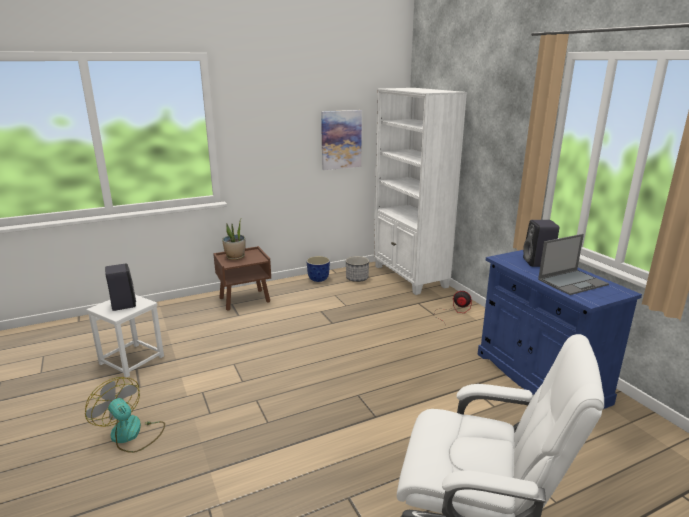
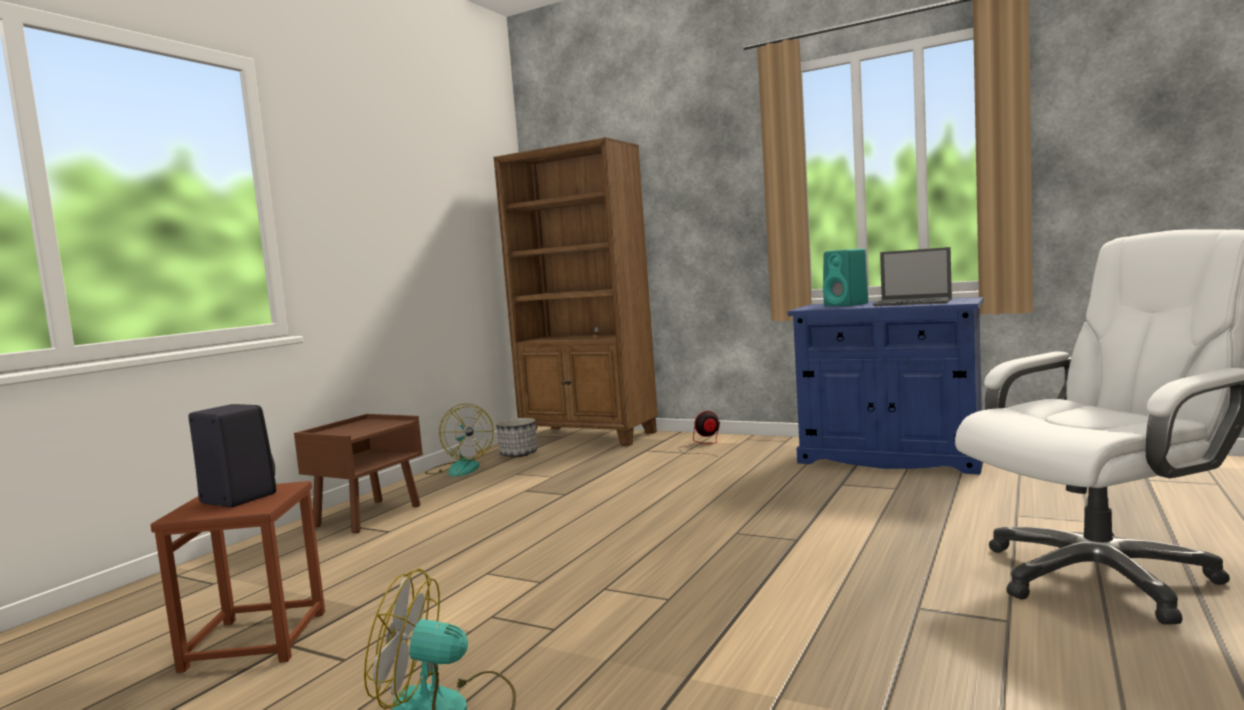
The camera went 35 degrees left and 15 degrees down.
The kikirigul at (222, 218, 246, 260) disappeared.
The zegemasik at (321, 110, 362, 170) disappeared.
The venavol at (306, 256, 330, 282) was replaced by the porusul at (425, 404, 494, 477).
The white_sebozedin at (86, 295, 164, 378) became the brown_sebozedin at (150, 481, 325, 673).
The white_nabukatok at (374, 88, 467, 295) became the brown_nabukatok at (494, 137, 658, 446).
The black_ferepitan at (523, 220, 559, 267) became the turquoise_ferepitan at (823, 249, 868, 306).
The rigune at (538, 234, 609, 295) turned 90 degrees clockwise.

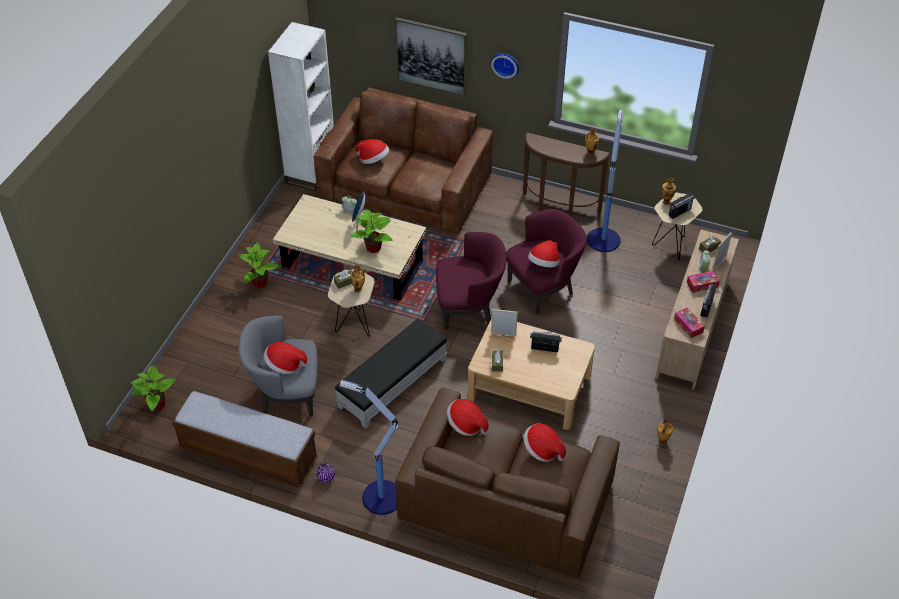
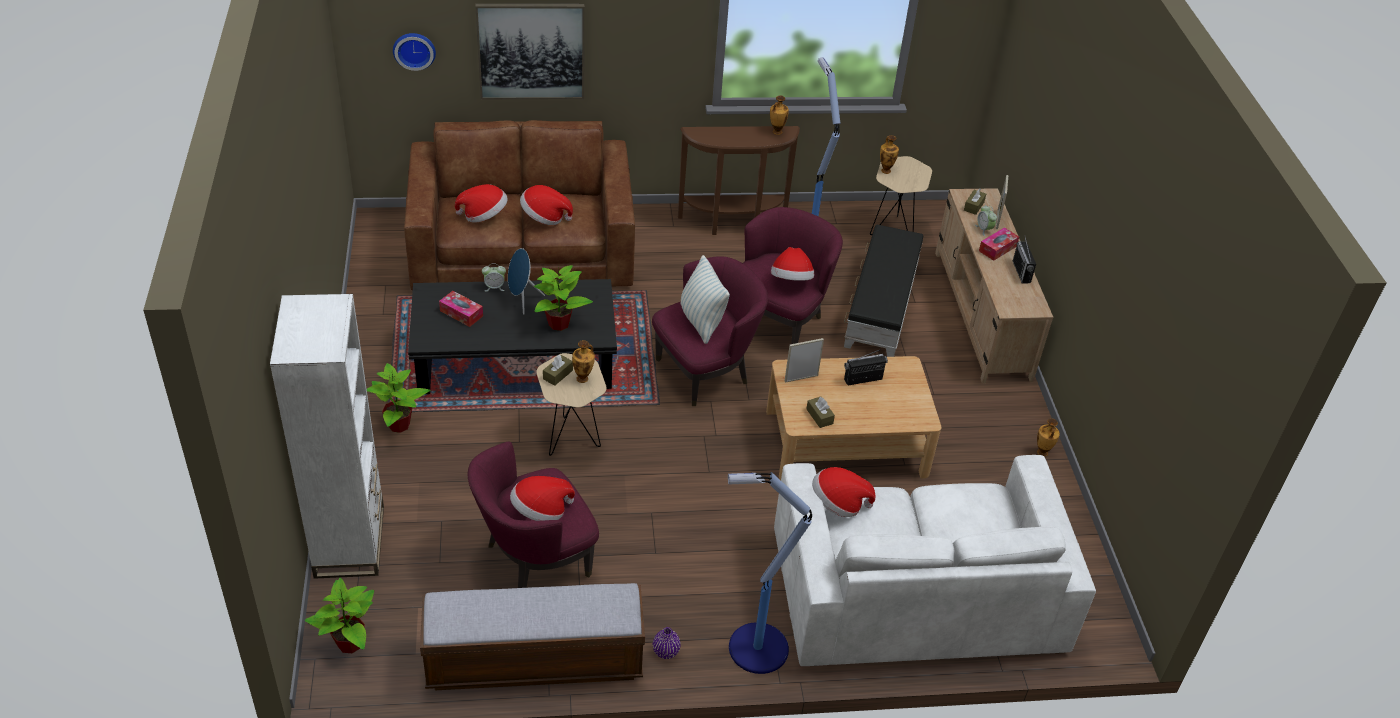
The camera went 30 degrees left and 5 degrees down.
The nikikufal at (669, 193, 695, 219) disappeared.
The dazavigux at (680, 255, 730, 344) appeared.
The white_nabukatok moved from (268, 22, 334, 192) to (270, 294, 384, 579).
The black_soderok moved from (335, 319, 447, 429) to (844, 224, 923, 357).
The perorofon moved from (491, 53, 519, 79) to (393, 33, 436, 71).
The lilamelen moved from (524, 424, 566, 462) to (520, 185, 573, 225).
The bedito moved from (674, 307, 705, 338) to (439, 291, 483, 327).
The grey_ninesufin at (239, 316, 318, 416) became the purple_ninesufin at (468, 442, 599, 588).
The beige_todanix at (273, 194, 426, 301) became the black_todanix at (408, 279, 617, 394).
The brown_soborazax at (395, 388, 620, 578) became the white_soborazax at (774, 455, 1096, 666).

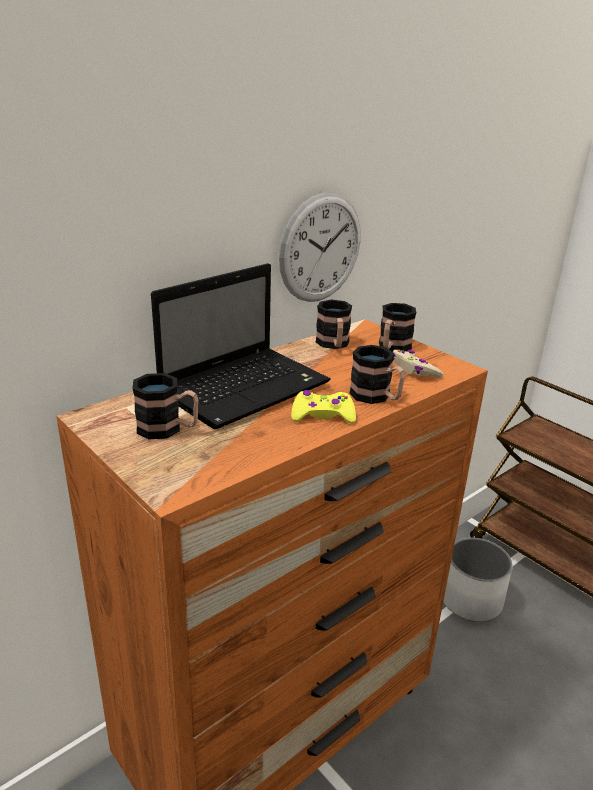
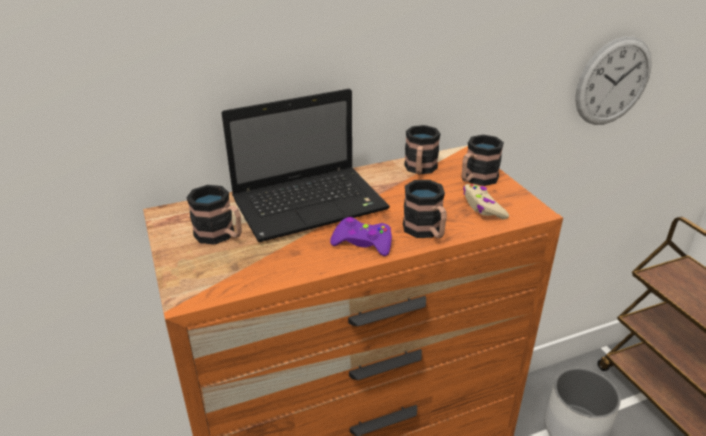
The camera went 20 degrees right and 5 degrees up.
The perorofon moved from (279, 193, 361, 302) to (575, 36, 652, 125).
The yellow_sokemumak at (291, 390, 356, 424) became the purple_sokemumak at (330, 217, 392, 256).

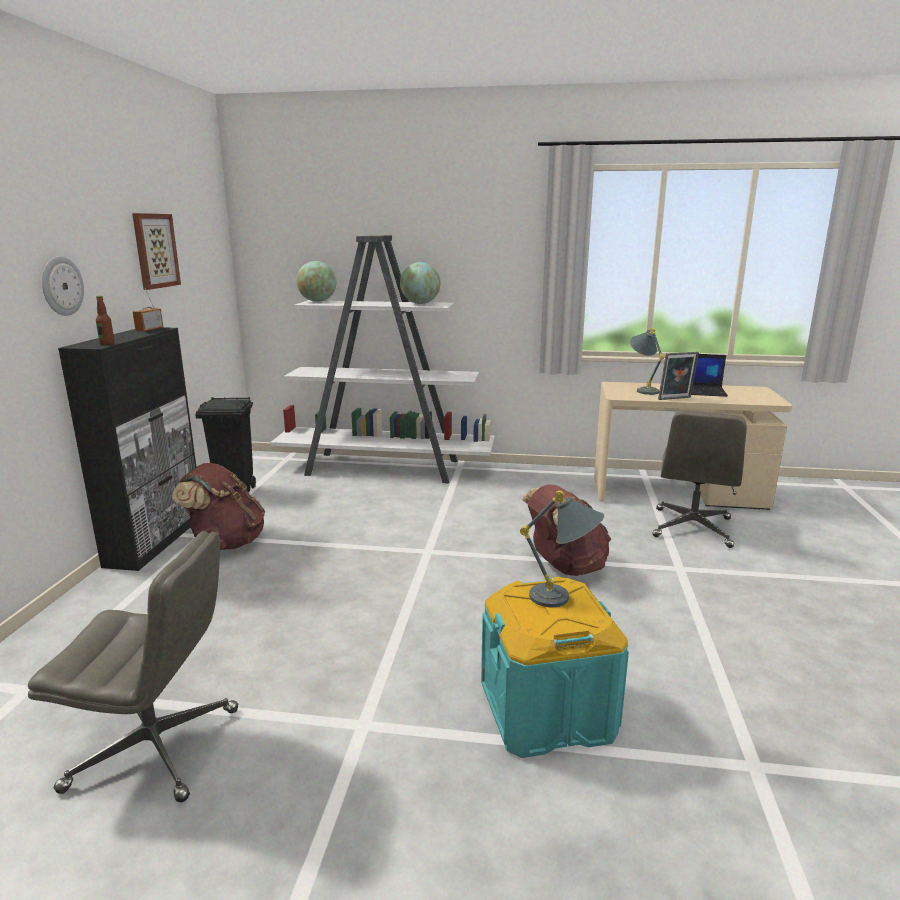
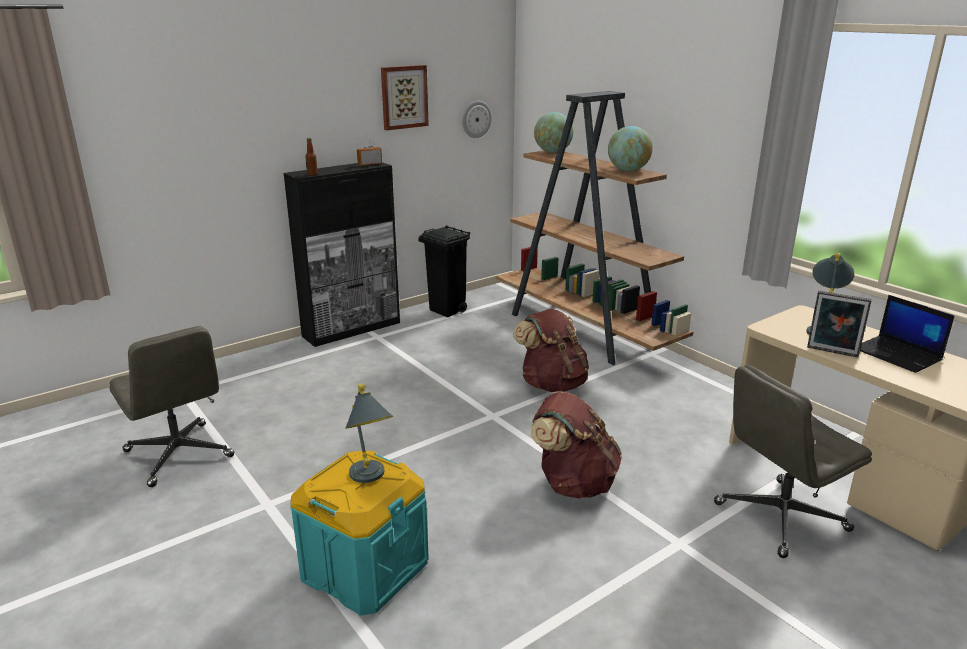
The camera went 45 degrees right and 5 degrees up.
The perorofon moved from (42, 256, 84, 316) to (462, 101, 492, 138).
The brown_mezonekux moved from (172, 463, 265, 550) to (513, 309, 589, 392).
The white_nabukatok at (270, 235, 495, 484) became the brown_nabukatok at (496, 91, 693, 365).

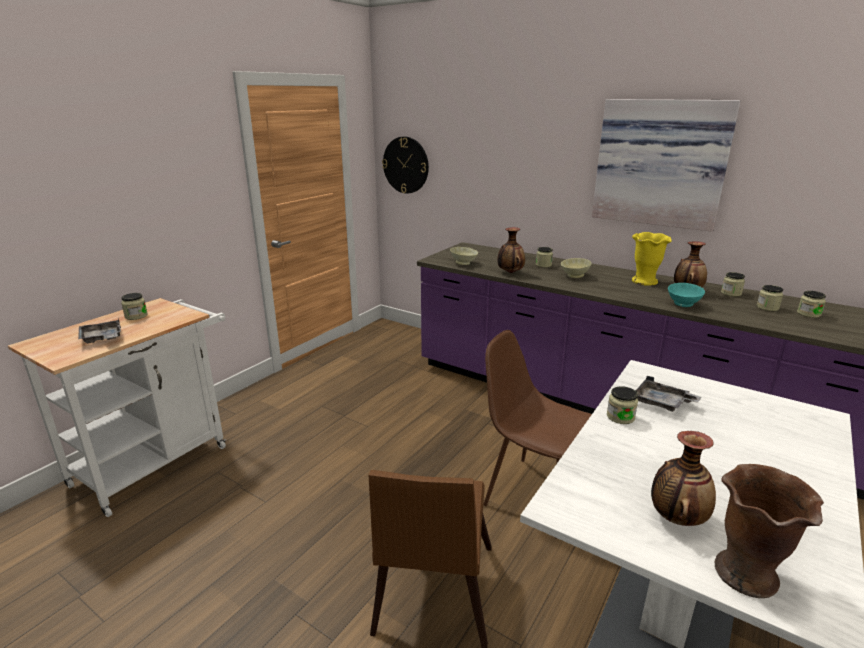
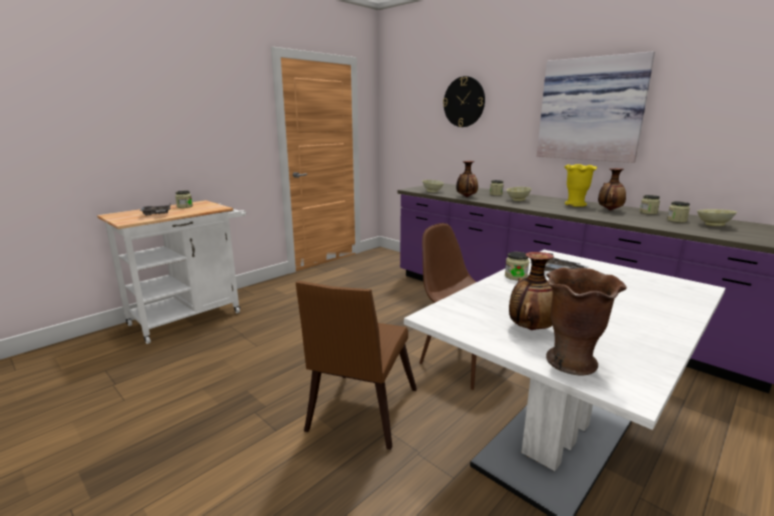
The camera went 10 degrees right and 5 degrees down.
The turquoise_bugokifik at (668, 283, 705, 307) disappeared.
The perorofon moved from (382, 137, 429, 194) to (443, 76, 485, 127).
The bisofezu at (797, 291, 826, 318) was replaced by the beige_bugokifik at (697, 209, 737, 226).

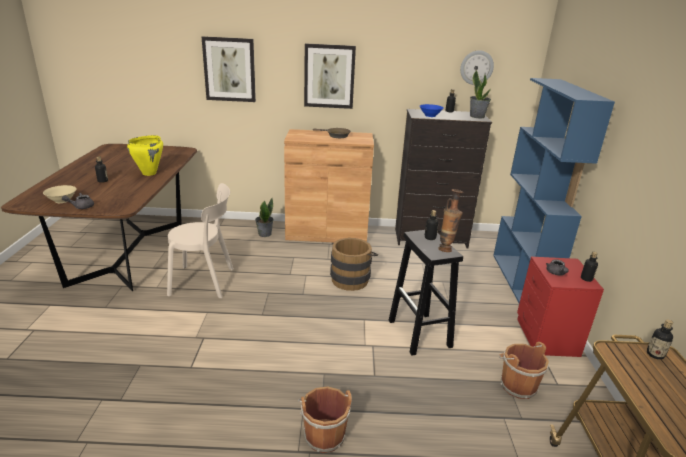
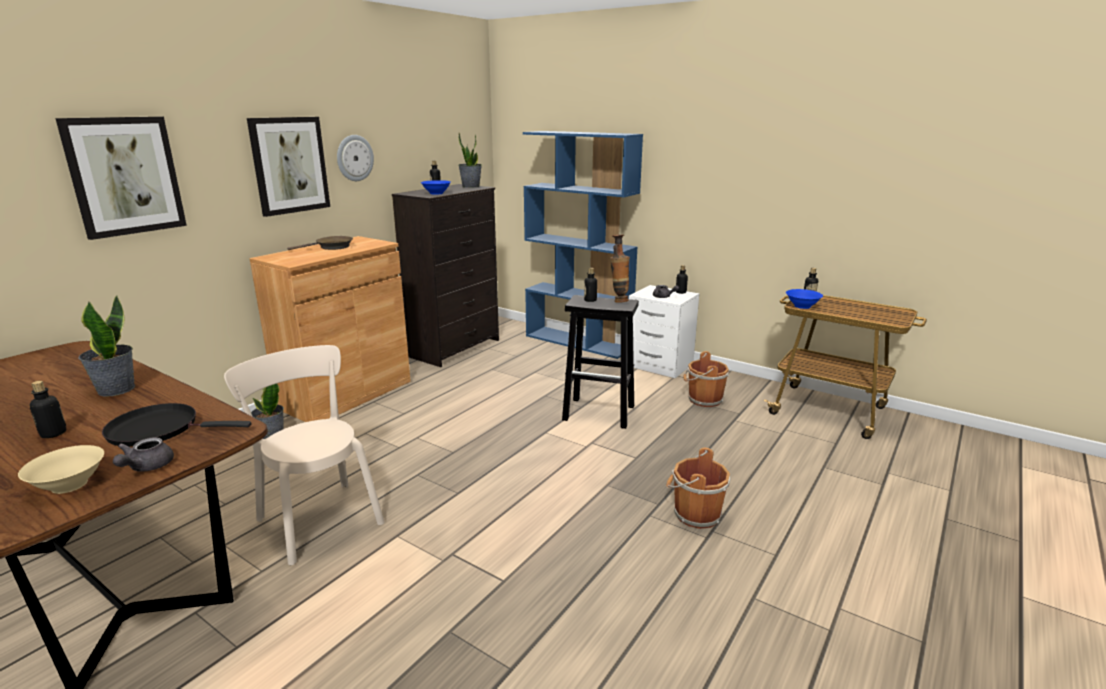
The camera went 55 degrees left and 5 degrees down.
The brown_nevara at (330, 238, 378, 291) disappeared.
The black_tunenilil at (102, 403, 252, 447) appeared.
The blue_bugokifik at (786, 289, 823, 309) appeared.
The perorofon moved from (460, 50, 494, 85) to (337, 135, 374, 181).
The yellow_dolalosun at (127, 135, 163, 176) was replaced by the kikirigul at (79, 295, 135, 397).
The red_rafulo at (517, 257, 604, 357) became the white_rafulo at (629, 285, 699, 378).
The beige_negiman at (167, 183, 234, 298) turned 75 degrees counterclockwise.

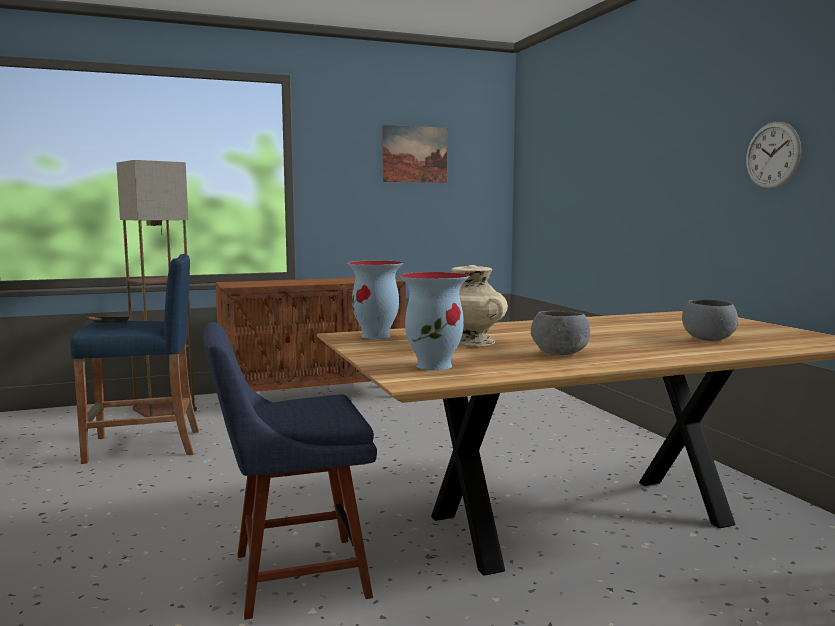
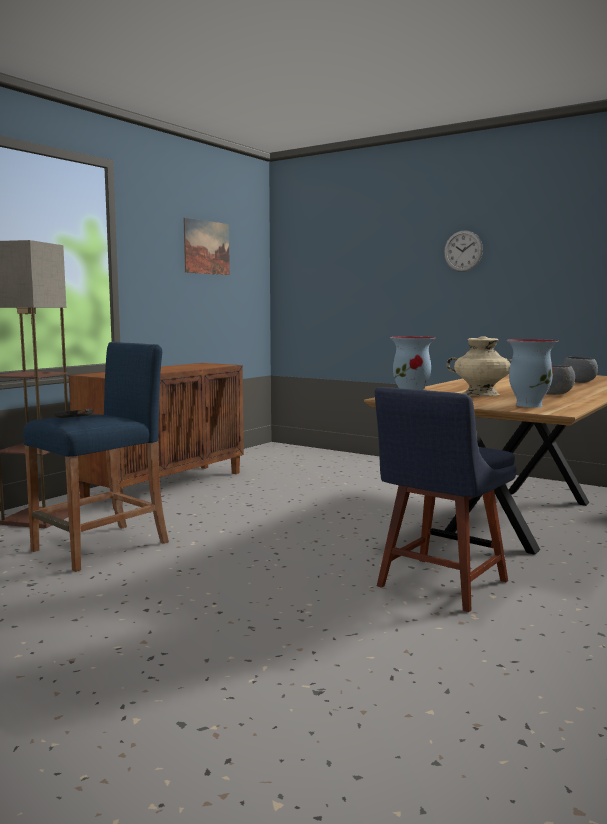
The camera went 35 degrees left and 0 degrees up.
The perorofon moved from (746, 122, 801, 189) to (444, 230, 483, 272).

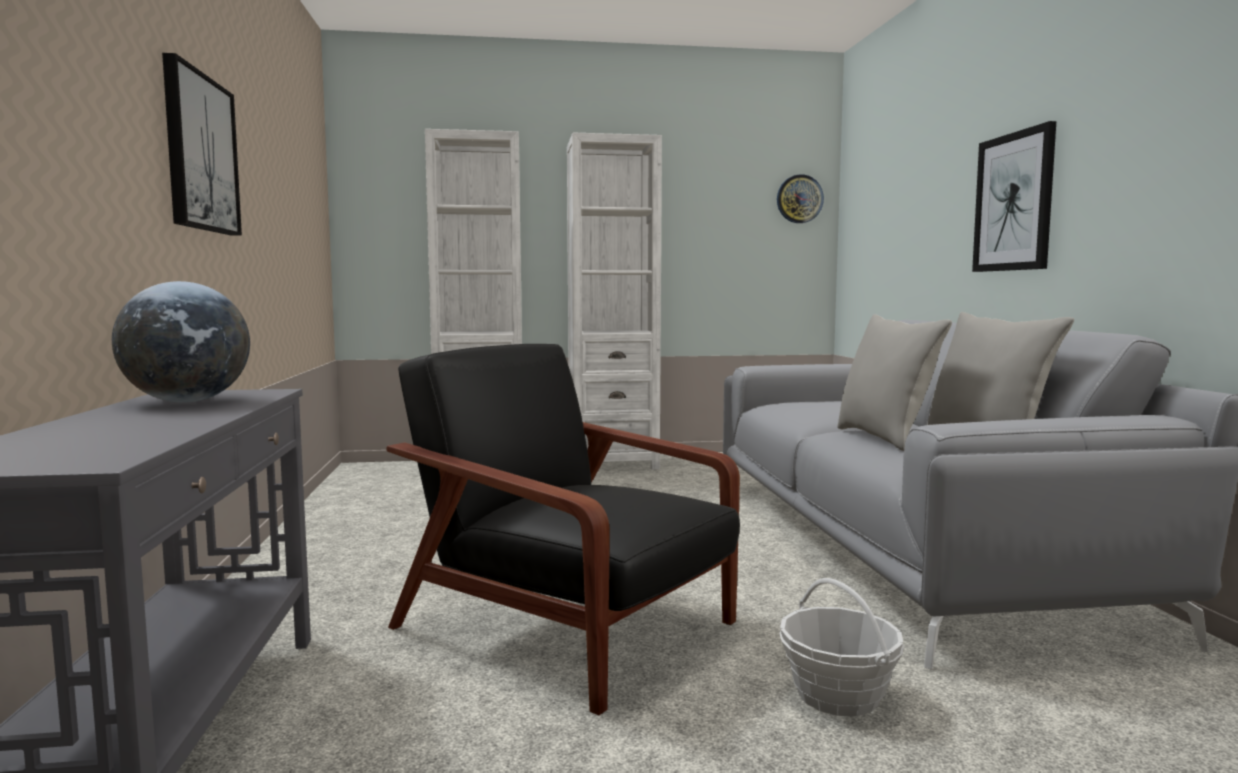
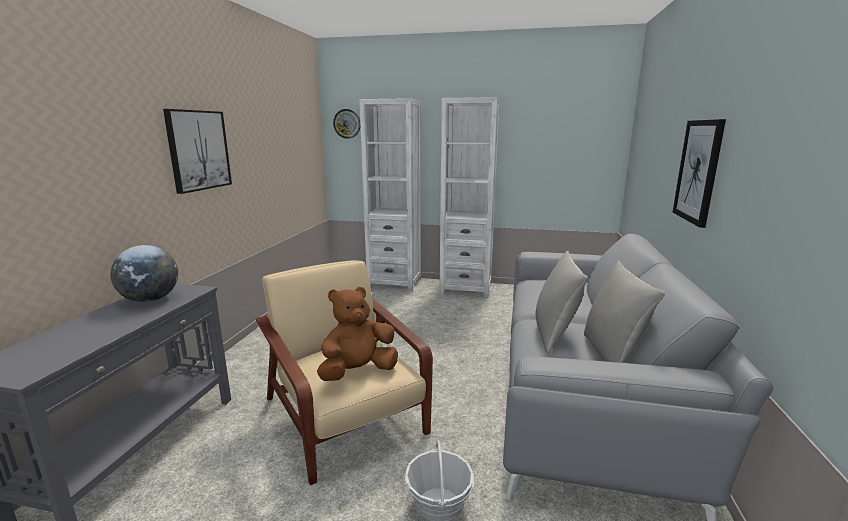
The camera went 20 degrees right and 10 degrees up.
The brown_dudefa at (317, 287, 398, 381) appeared.
The perorofon moved from (777, 174, 824, 223) to (333, 109, 360, 139).
The black_ninesufin at (386, 344, 740, 715) became the beige_ninesufin at (256, 260, 433, 485).

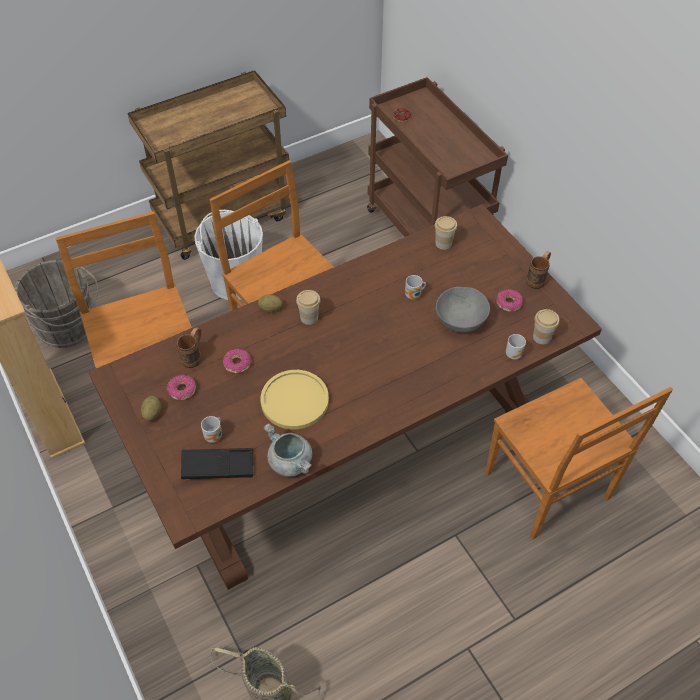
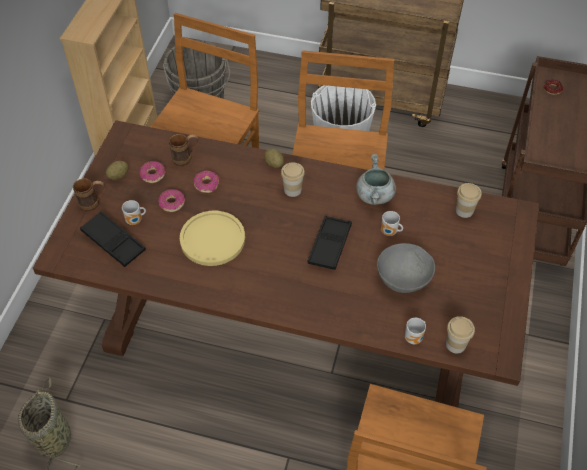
The camera went 45 degrees right and 0 degrees up.
The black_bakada at (308, 216, 352, 270) appeared.
The grey_dolalosun moved from (263, 423, 312, 477) to (356, 154, 396, 205).
The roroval moved from (496, 289, 523, 312) to (158, 189, 185, 212).
The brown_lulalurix moved from (526, 251, 551, 289) to (73, 178, 105, 212).

